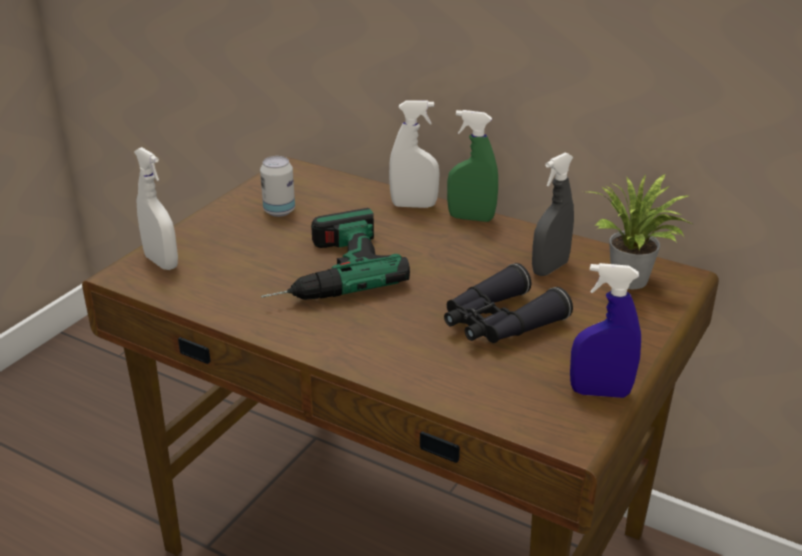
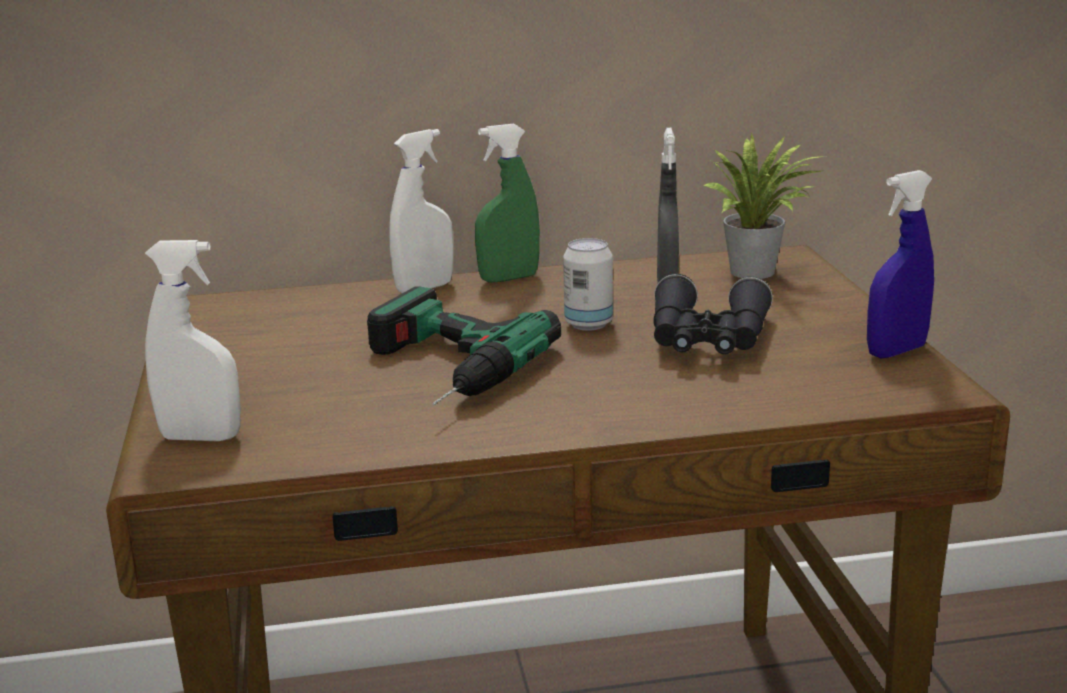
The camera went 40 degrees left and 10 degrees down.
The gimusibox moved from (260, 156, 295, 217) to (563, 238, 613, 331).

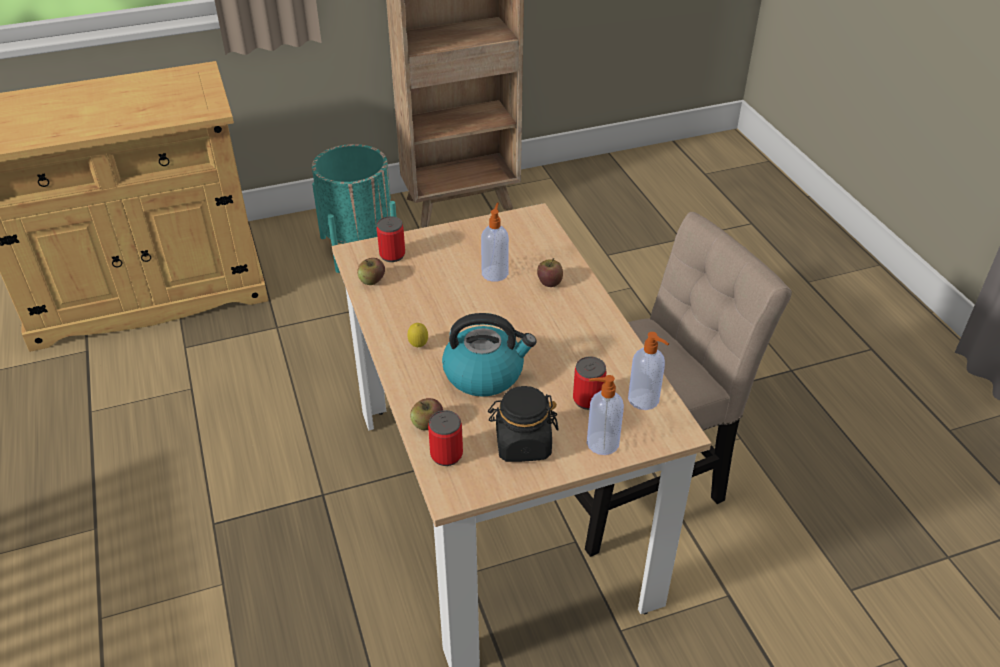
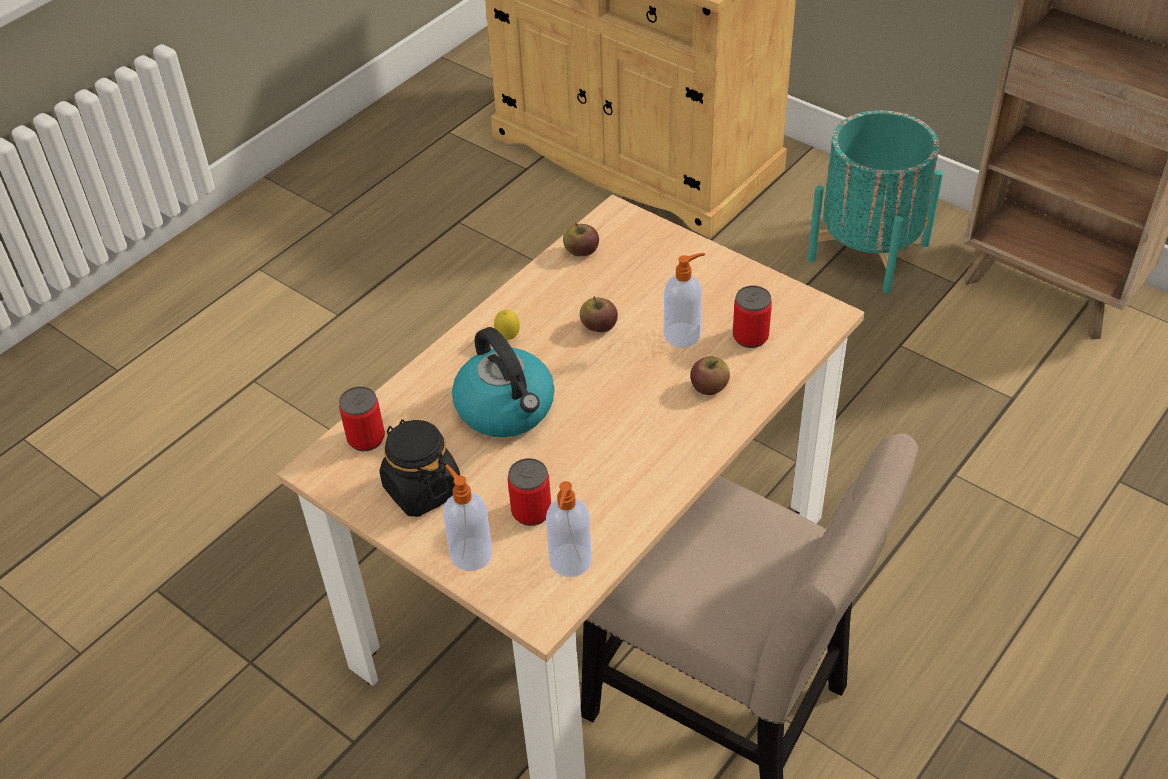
The camera went 60 degrees right and 5 degrees up.
The gimusibox moved from (377, 216, 405, 262) to (733, 286, 772, 348).
The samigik moved from (410, 398, 443, 430) to (580, 297, 618, 332).

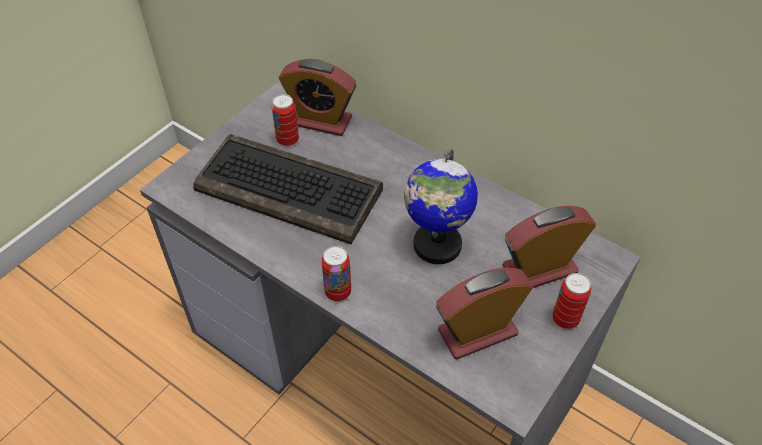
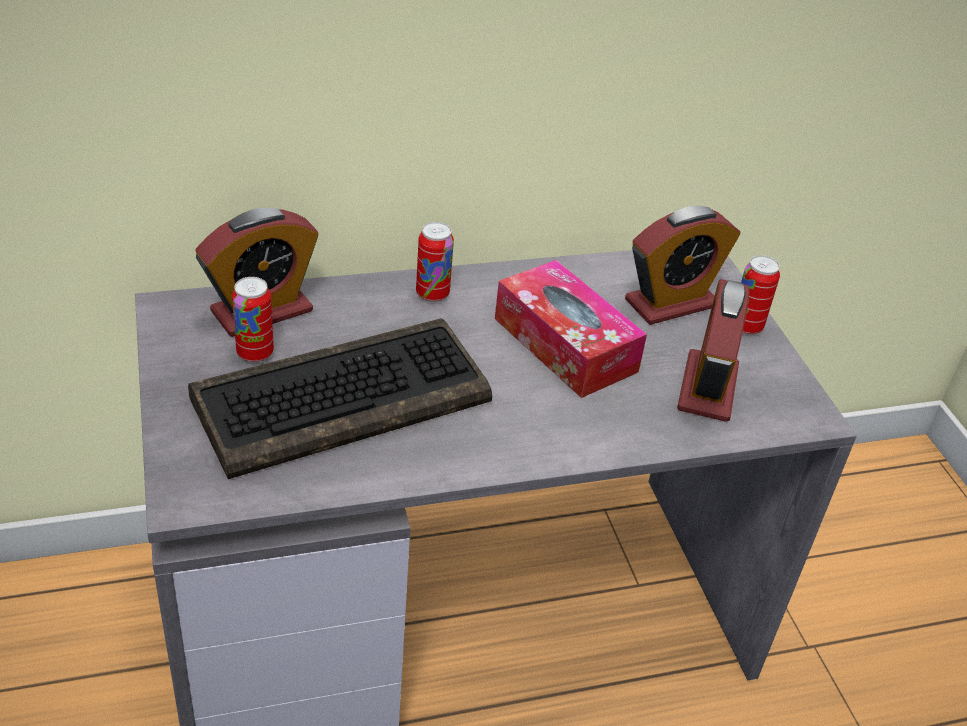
The camera went 55 degrees left and 10 degrees down.
The gimusibox moved from (321, 246, 351, 301) to (416, 222, 454, 302).
The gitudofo at (404, 148, 478, 264) was replaced by the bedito at (495, 260, 647, 398).
The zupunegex at (503, 206, 596, 288) turned 135 degrees counterclockwise.

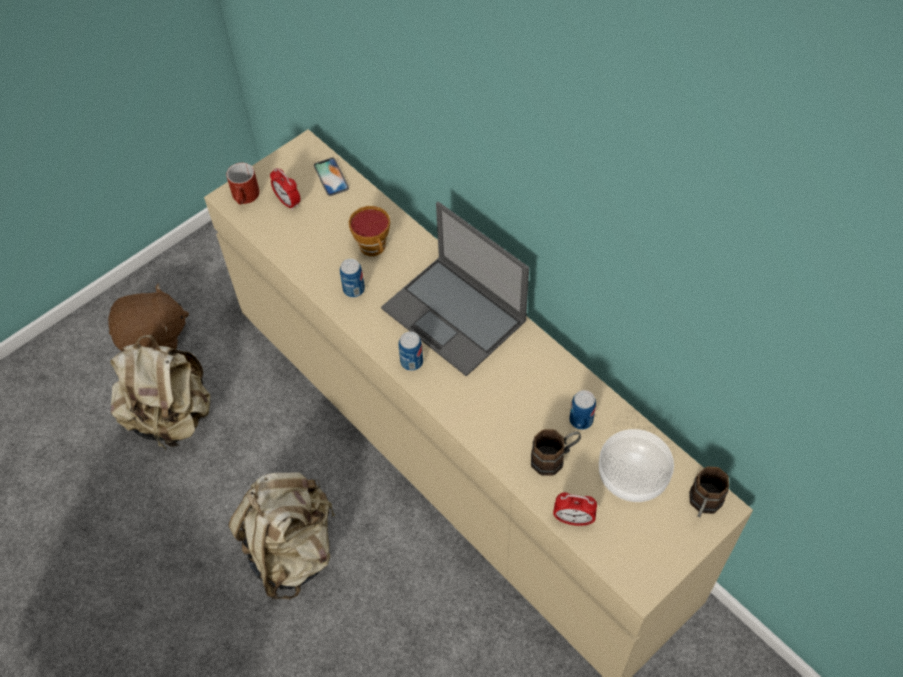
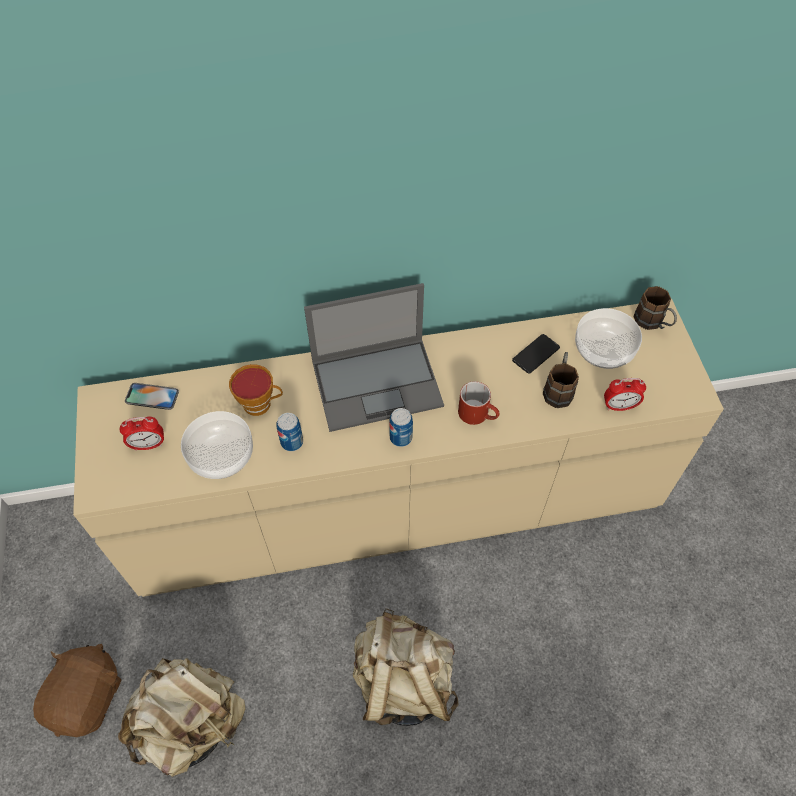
The camera went 60 degrees left and 0 degrees up.
The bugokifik at (181, 411, 253, 479) appeared.
The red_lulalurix moved from (226, 163, 260, 204) to (458, 381, 500, 425).
The gimusibox at (569, 390, 596, 430) was replaced by the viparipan at (512, 334, 560, 373).
The zupunegex at (553, 492, 597, 526) turned 45 degrees clockwise.

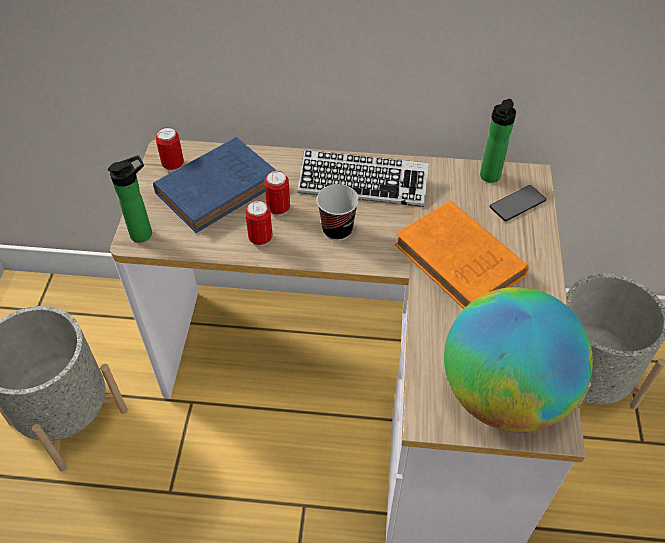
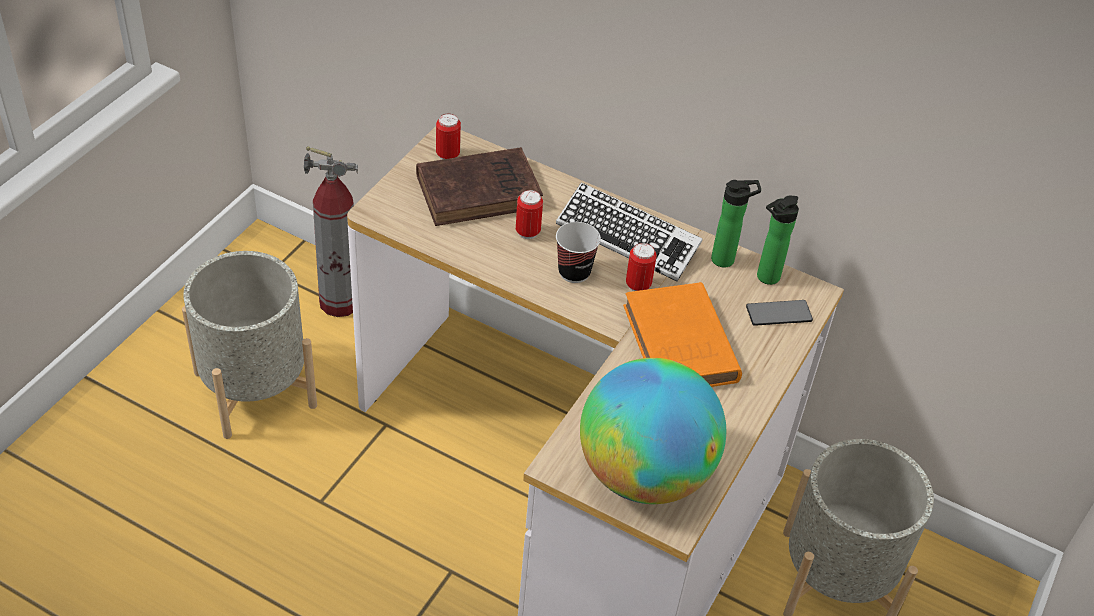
The camera went 20 degrees right and 5 degrees down.
The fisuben at (304, 146, 358, 317) appeared.
The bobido moved from (108, 155, 152, 243) to (711, 180, 761, 268).
The gimusibox moved from (245, 200, 273, 246) to (626, 243, 657, 291).
The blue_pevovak at (153, 137, 277, 233) became the brown_pevovak at (416, 147, 543, 226).

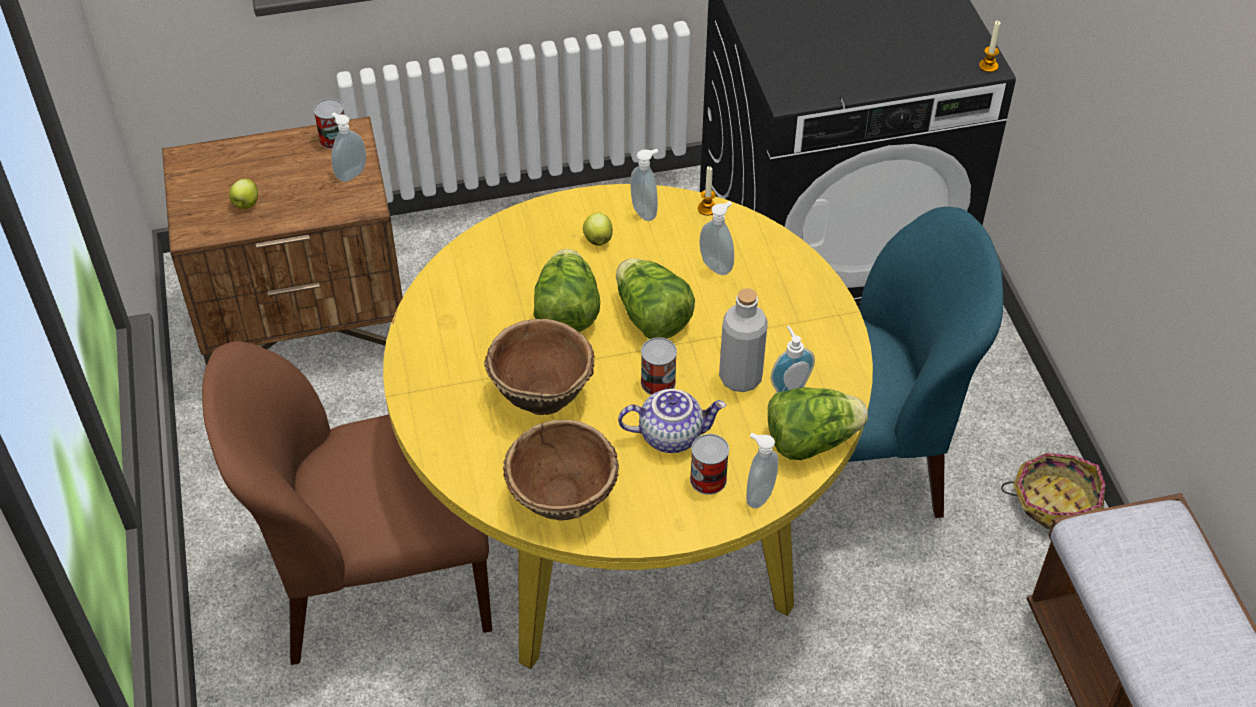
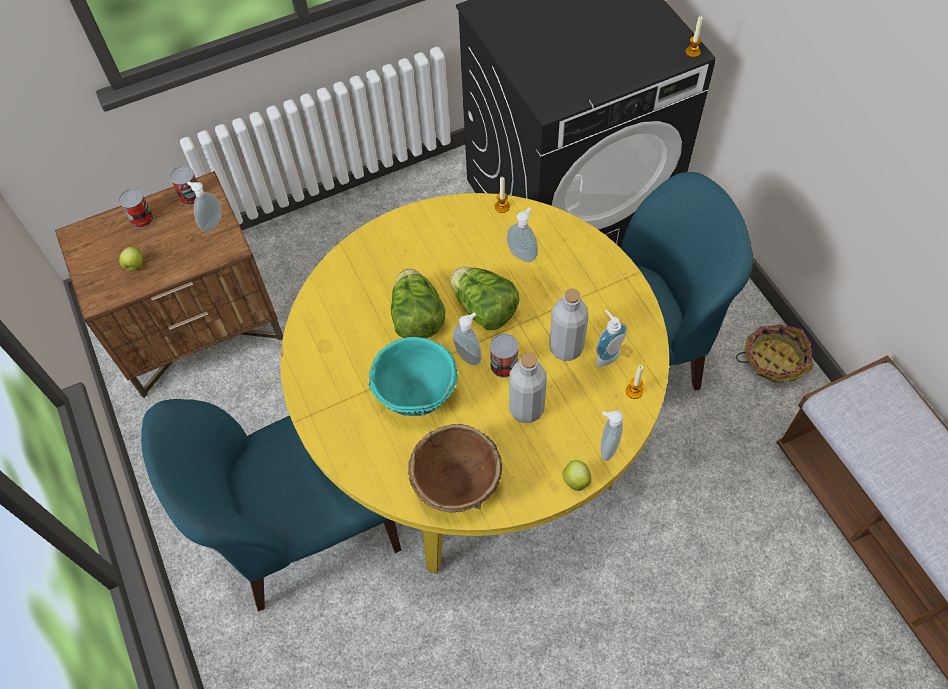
The camera went 10 degrees left and 10 degrees up.
The samigik moved from (583, 213, 613, 246) to (563, 460, 592, 491).
The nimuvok moved from (630, 149, 658, 221) to (453, 312, 481, 365).
The gimusibox moved from (690, 434, 729, 495) to (119, 188, 154, 228).
The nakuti at (618, 389, 726, 453) was replaced by the grey_bobido at (509, 353, 547, 423).
The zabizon at (768, 387, 868, 460) was replaced by the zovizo at (626, 365, 643, 399).
The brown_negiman at (202, 341, 492, 665) became the blue_negiman at (141, 399, 401, 612).
The brown_bugokifik at (484, 319, 595, 415) became the turquoise_bugokifik at (369, 337, 458, 416).

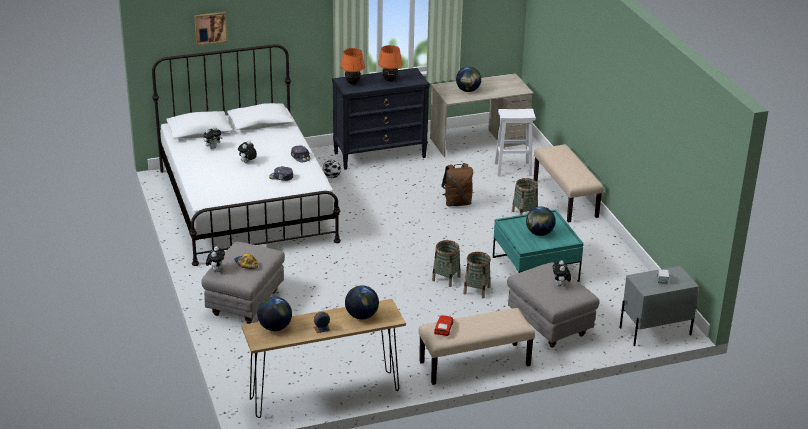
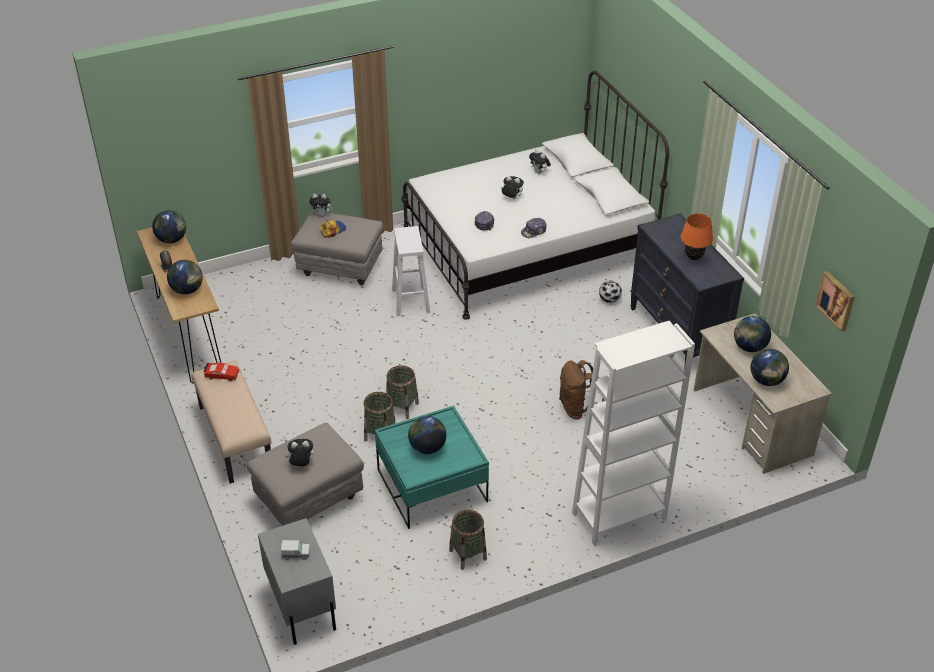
The camera went 85 degrees right and 10 degrees up.
The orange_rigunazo at (341, 48, 365, 85) disappeared.
The gitudofo at (751, 349, 789, 386) appeared.
The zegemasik moved from (194, 12, 228, 46) to (815, 271, 855, 332).
The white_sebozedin moved from (495, 109, 536, 176) to (392, 226, 430, 316).
The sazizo moved from (512, 178, 538, 215) to (449, 510, 487, 570).
The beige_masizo at (534, 144, 604, 223) was replaced by the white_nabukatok at (572, 321, 695, 546).

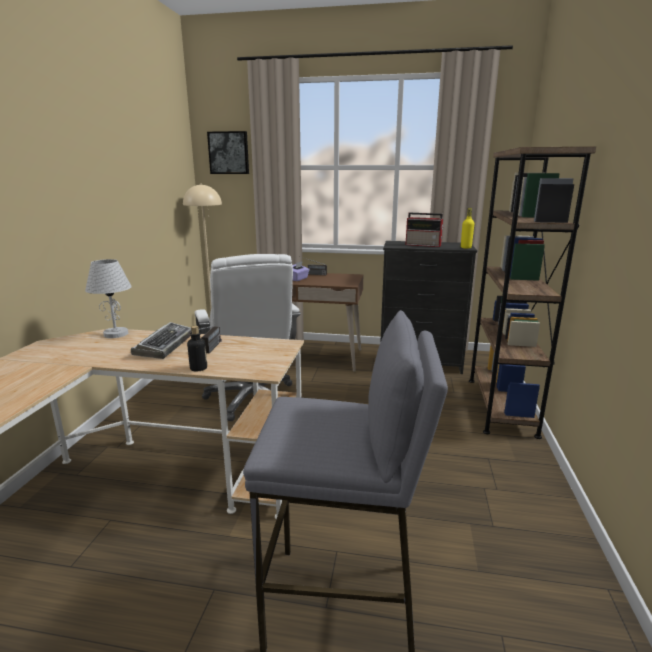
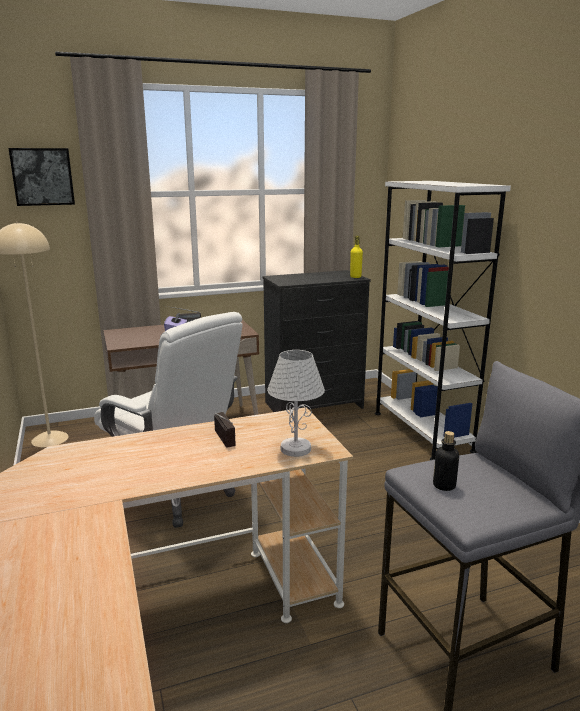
The camera went 30 degrees left and 0 degrees up.
The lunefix at (131, 322, 191, 359) disappeared.
The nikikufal at (406, 213, 444, 247) disappeared.
The white_rigunazo moved from (85, 259, 132, 338) to (267, 350, 325, 457).
The bobido moved from (187, 326, 207, 371) to (433, 431, 459, 491).
The brown_nabukatok at (469, 147, 596, 439) became the white_nabukatok at (375, 181, 511, 460).

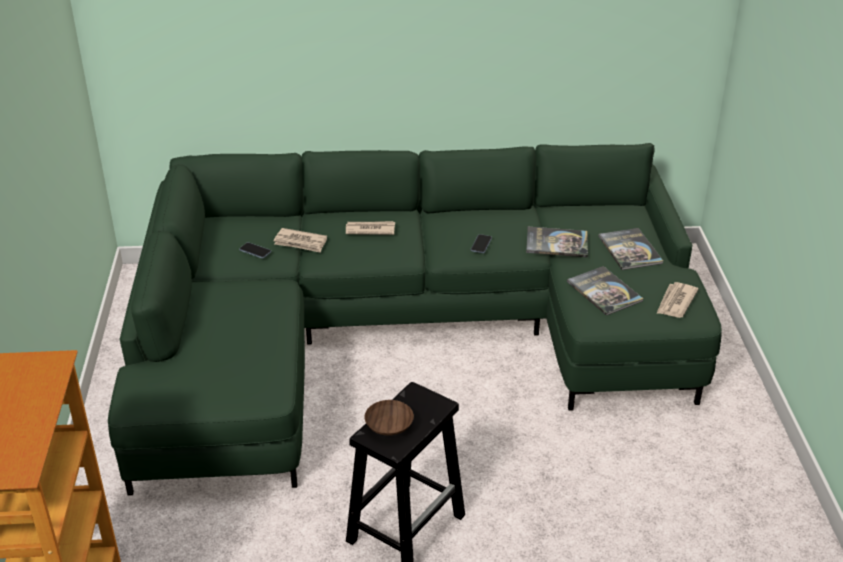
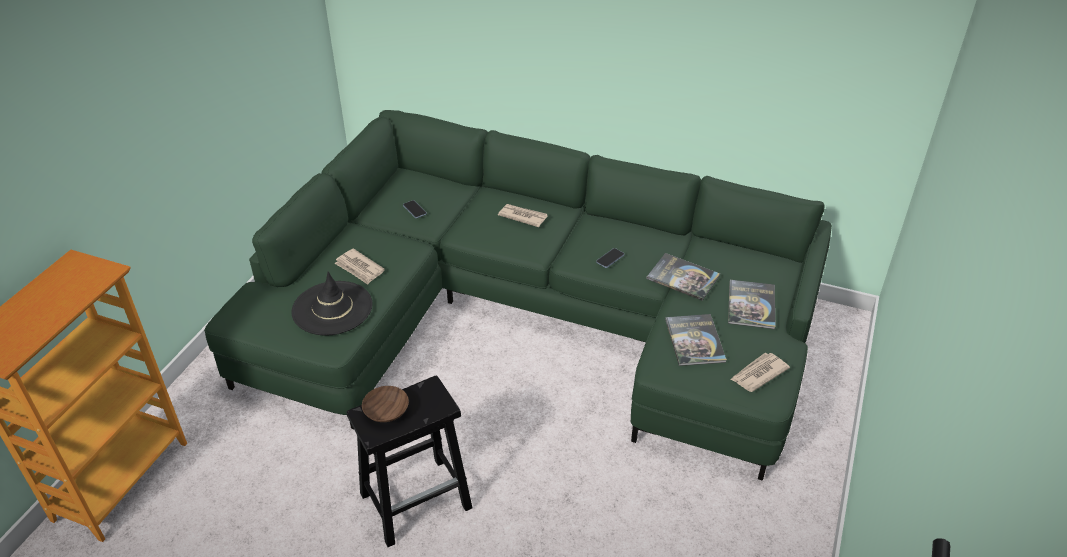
The camera went 25 degrees right and 5 degrees up.
The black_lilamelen at (291, 271, 373, 336) appeared.
The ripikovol moved from (273, 228, 327, 253) to (334, 248, 385, 285).

